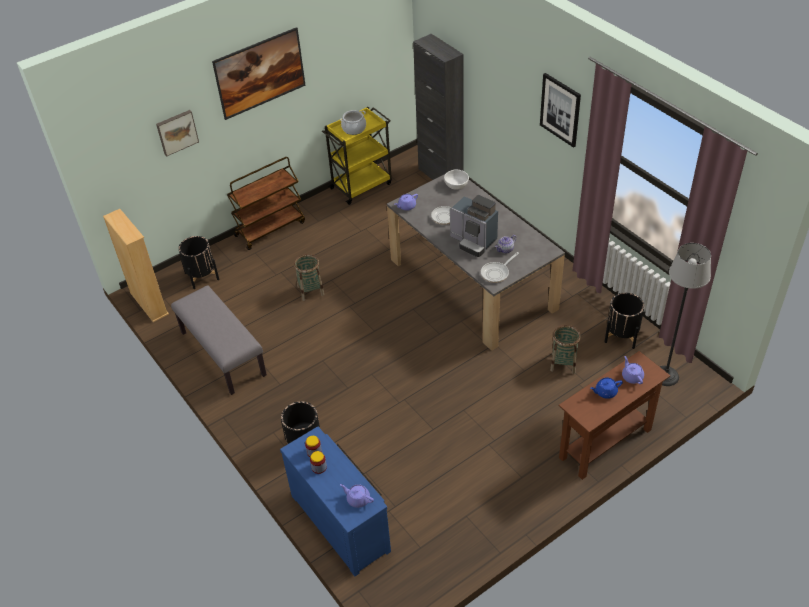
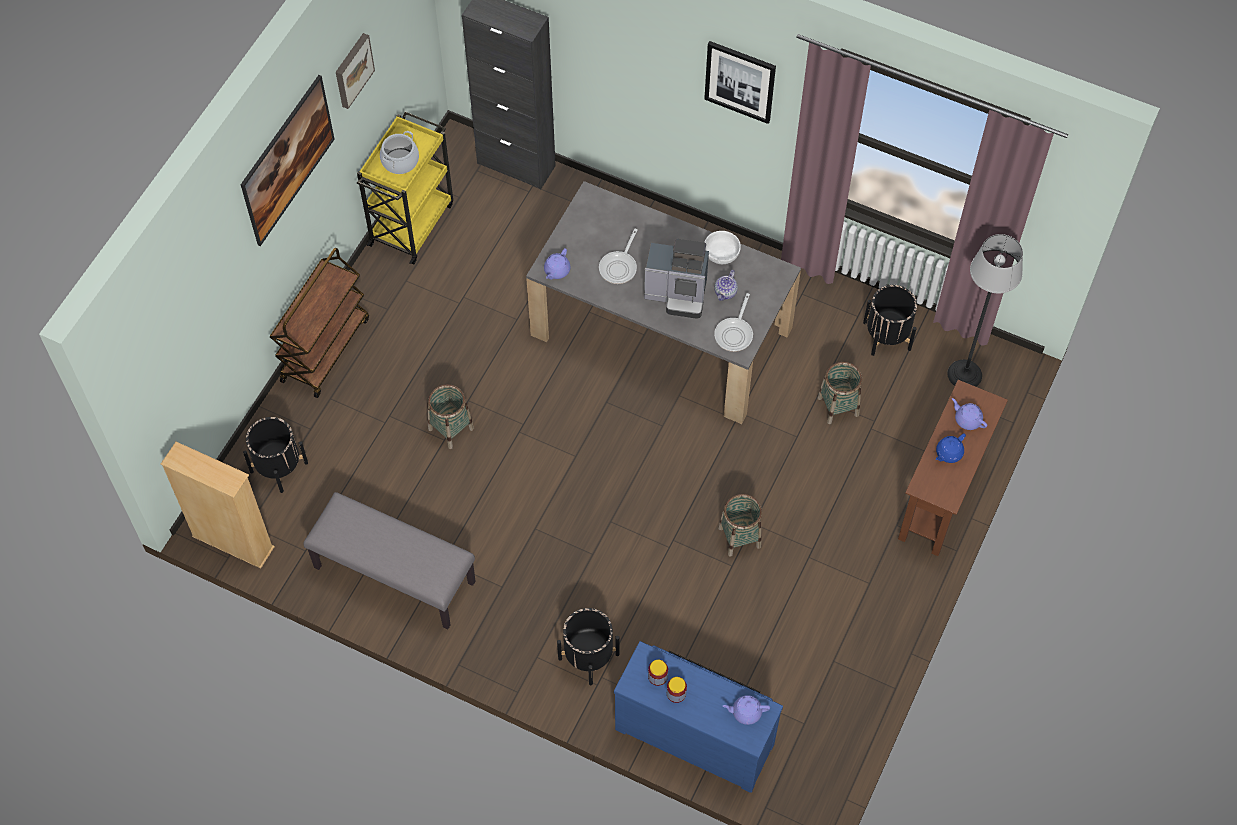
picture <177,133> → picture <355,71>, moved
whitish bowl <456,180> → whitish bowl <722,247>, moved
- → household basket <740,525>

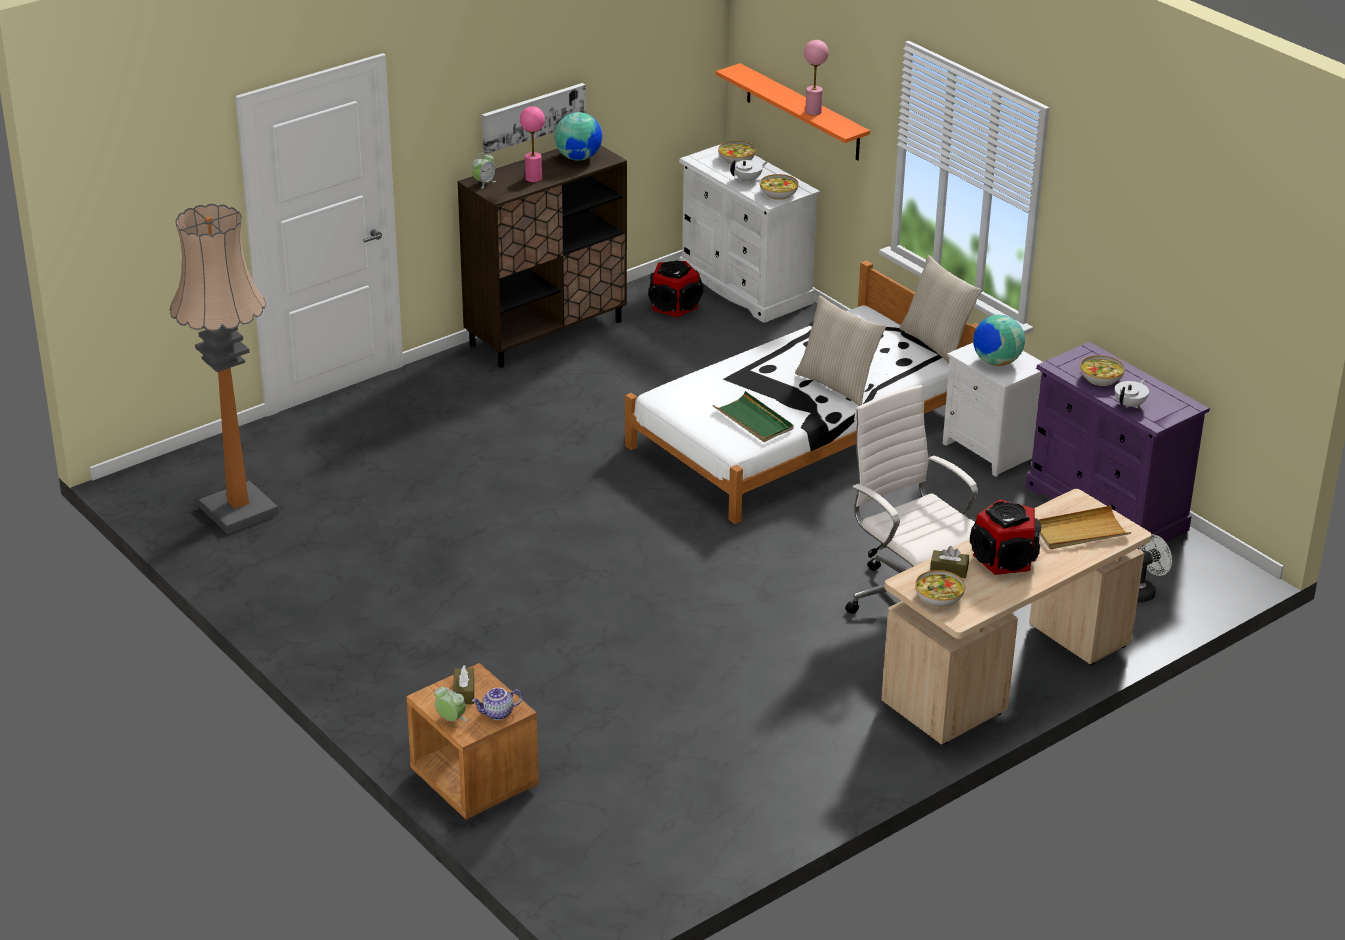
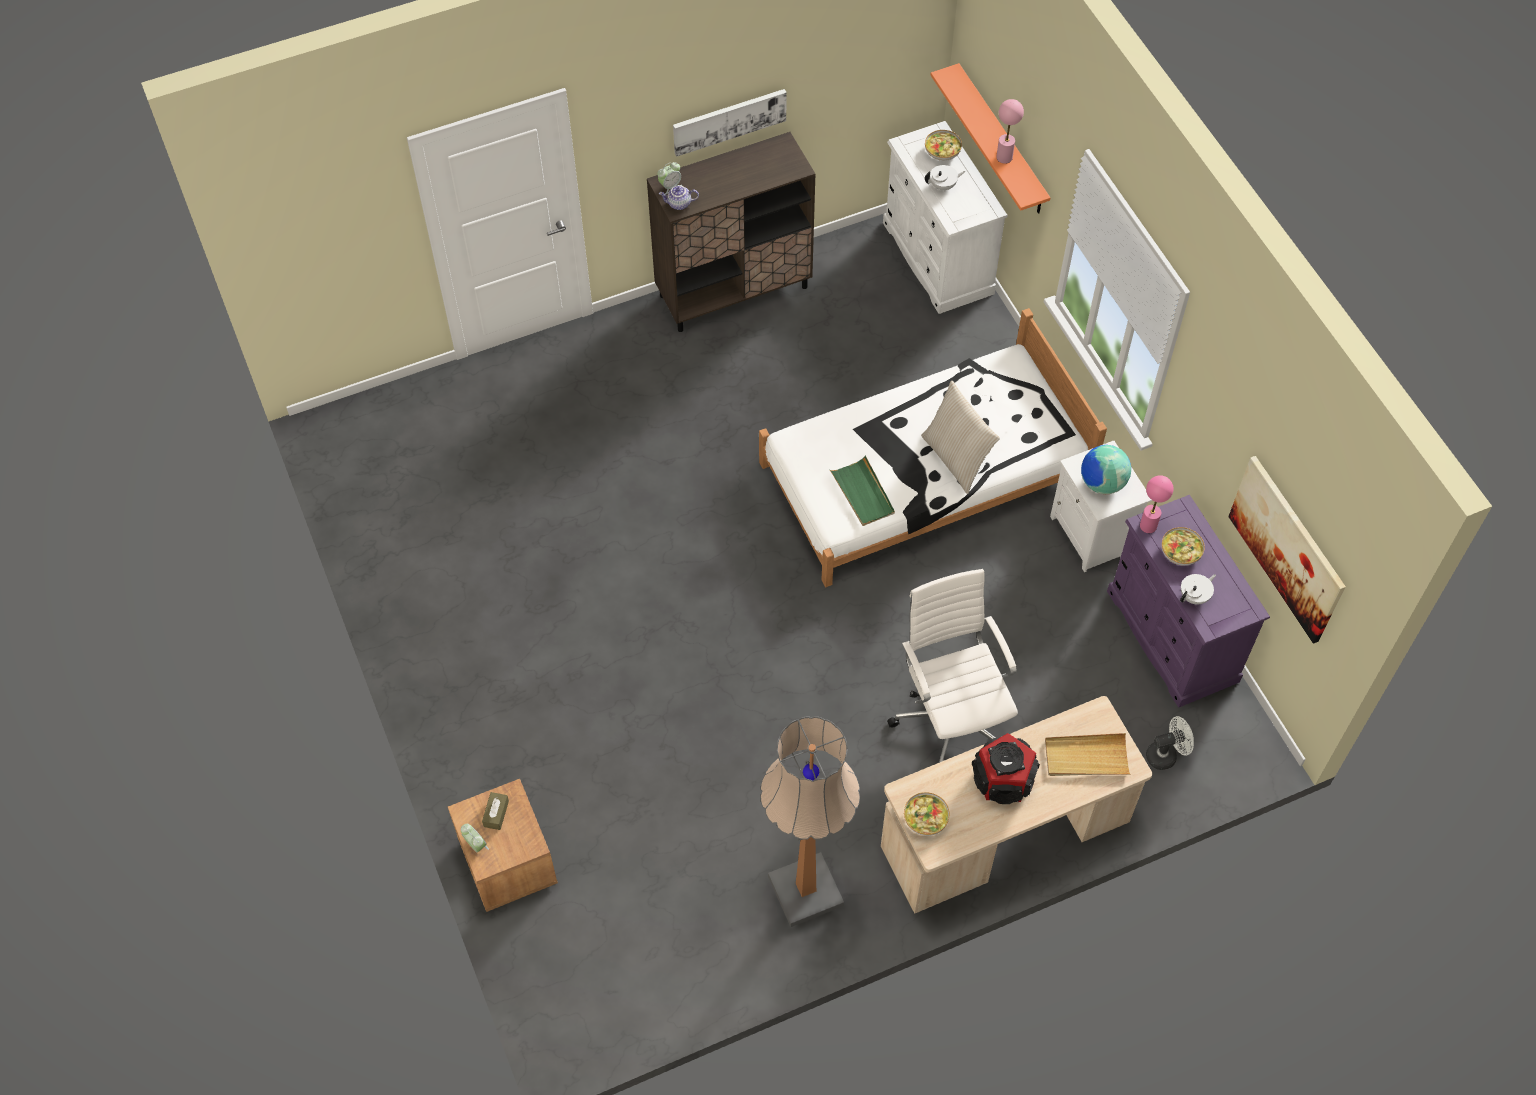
floor lamp <224,369> → floor lamp <810,821>, moved
pot for tea <497,704> → pot for tea <679,197>, moved
pink table lamp <532,144> → pink table lamp <1157,504>, moved
desk globe <578,136> → -
audio speaker <675,289> → -
bowl <779,187> → -
beige-coloured pillow <940,309> → -
brown-coloured tissue box <949,562> → -
- → picture <1287,549>

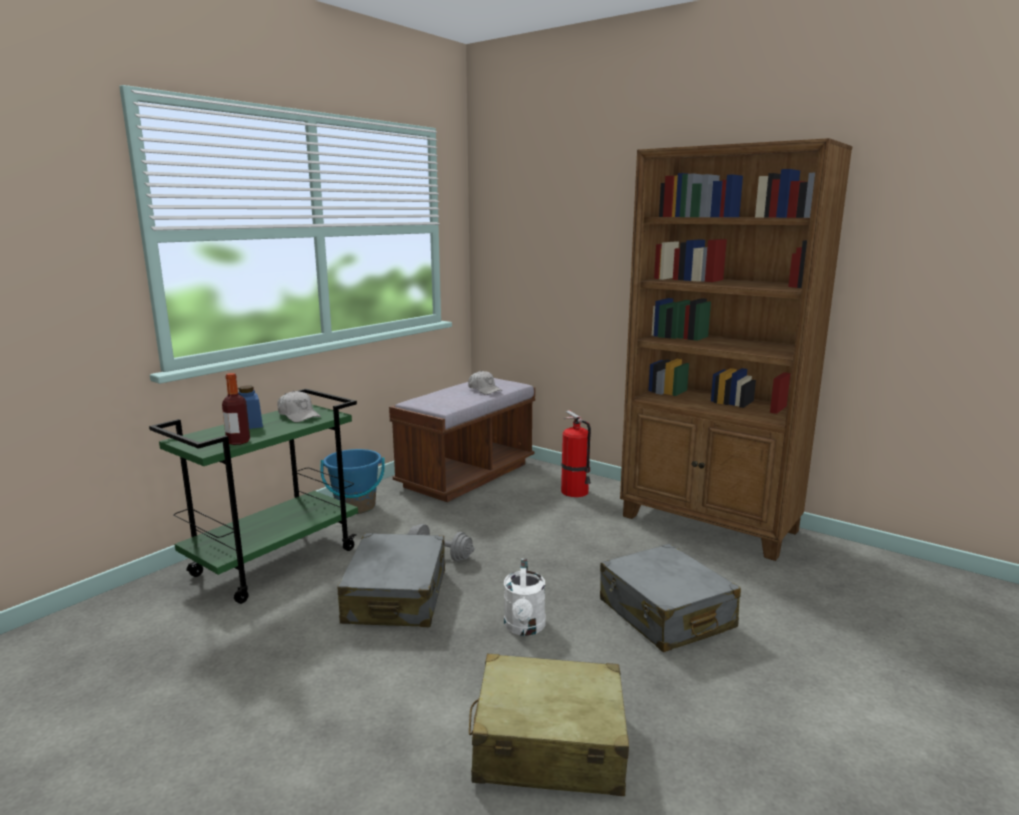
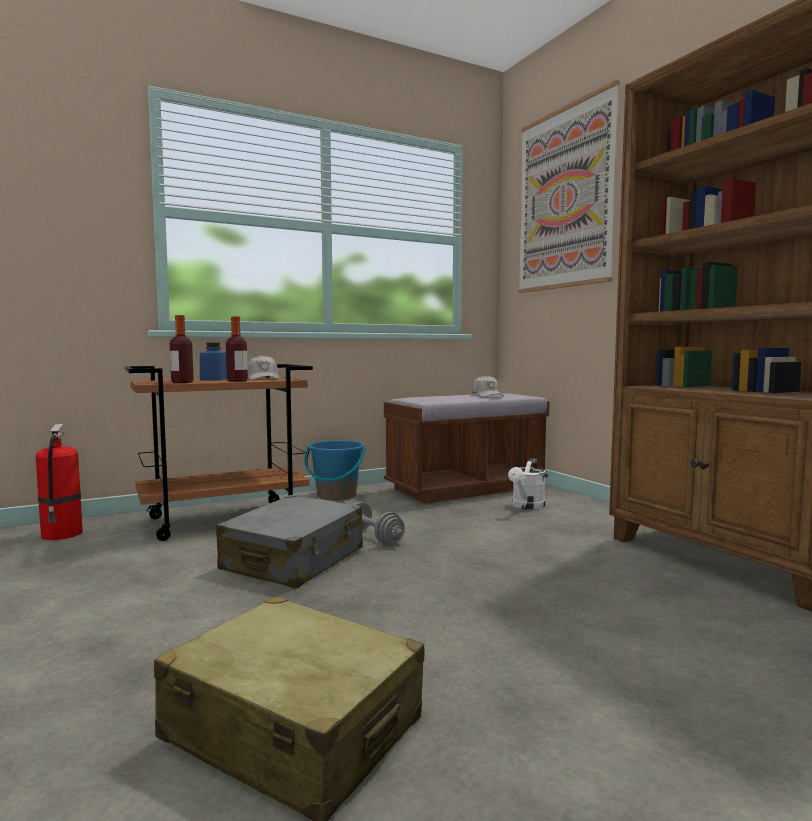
greenish wheeled cart <253,496> → brown-coloured wheeled cart <219,452>
whitish sprinkling can <525,597> → whitish sprinkling can <526,483>, moved
fire-fighting cylinder <576,453> → fire-fighting cylinder <59,482>, moved
greyish travel case <670,598> → -
- → drink bottle <237,349>
- → picture <569,186>

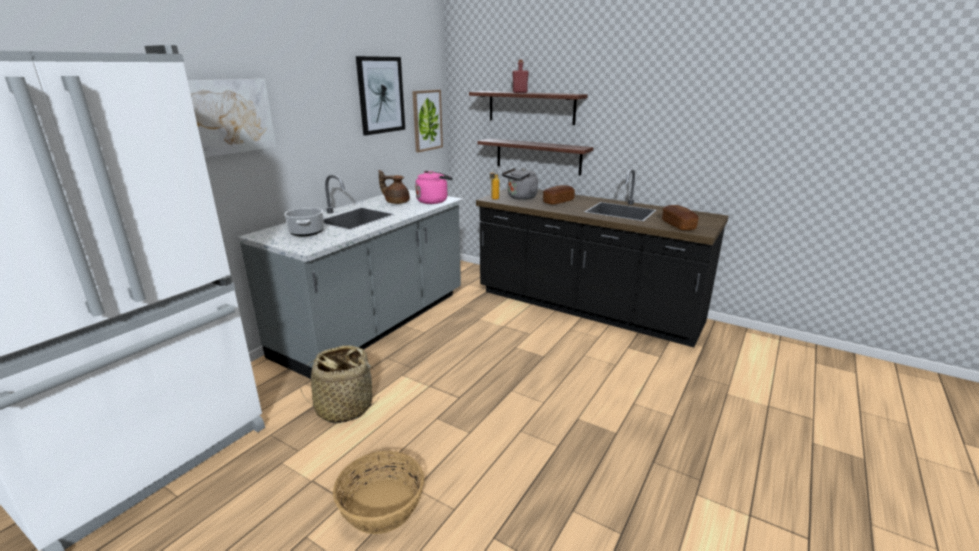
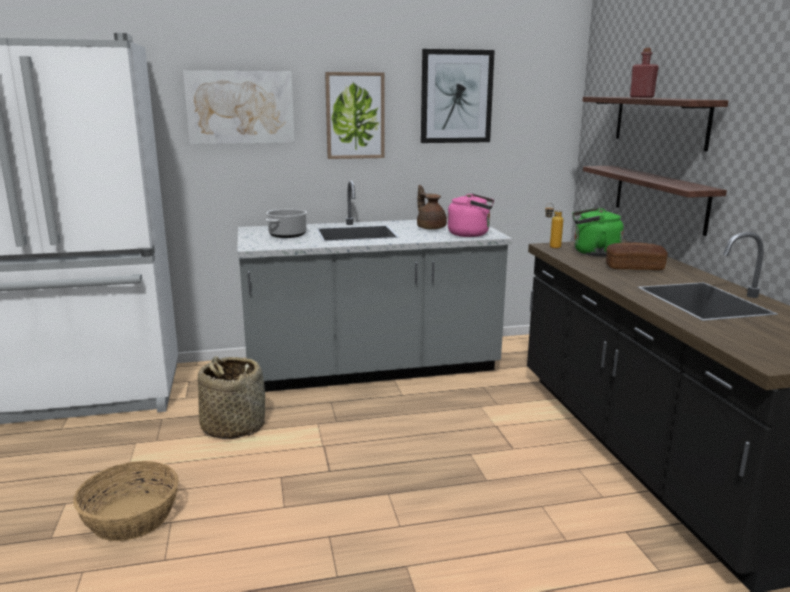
picture <427,121> → picture <354,115>, moved
greyish tea kettle <520,184> → greenish tea kettle <598,232>
bakery bread <680,217> → -

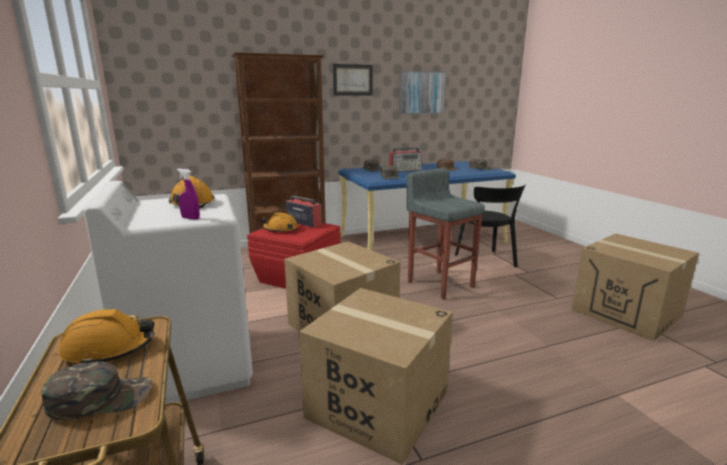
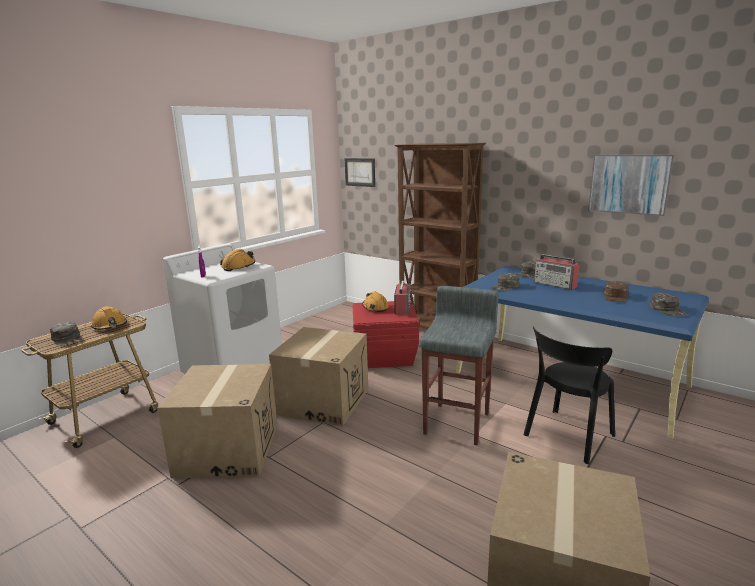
picture <353,79> → picture <359,172>, moved

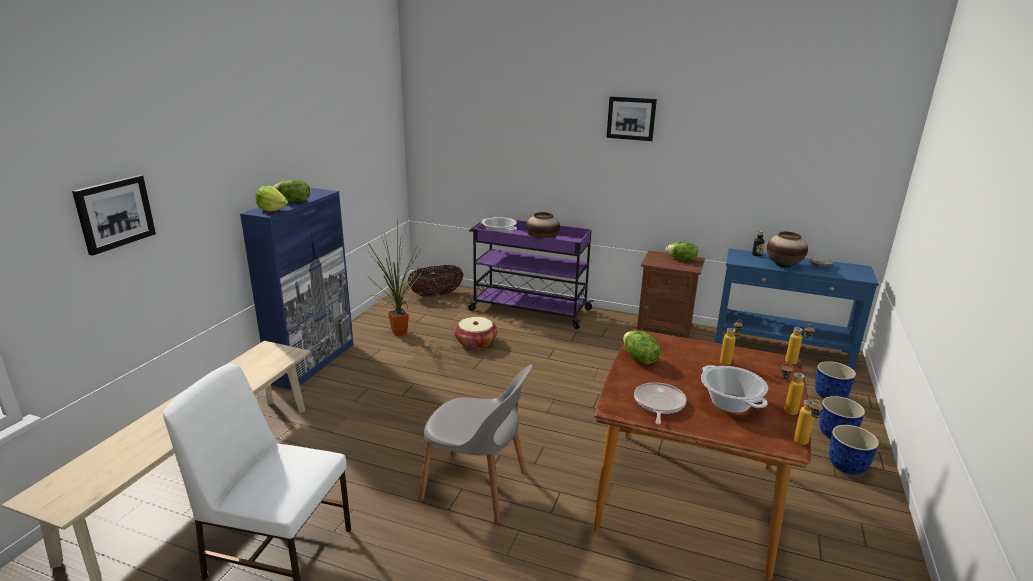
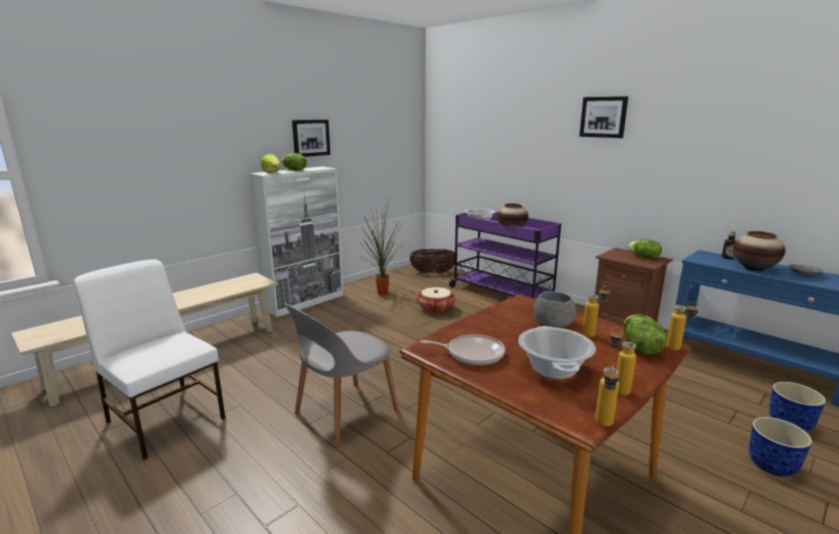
picture <114,215> → picture <311,138>, moved
bluish storage cabinet <297,289> → whitish storage cabinet <296,242>
greyish chair <476,444> → greyish chair <341,375>, 90 degrees clockwise
head of lettuce <642,347> → head of lettuce <645,334>, moved
skillet <660,403> → skillet <462,349>, 60 degrees clockwise
planter <854,450> → -
- → greyish bowl <555,309>

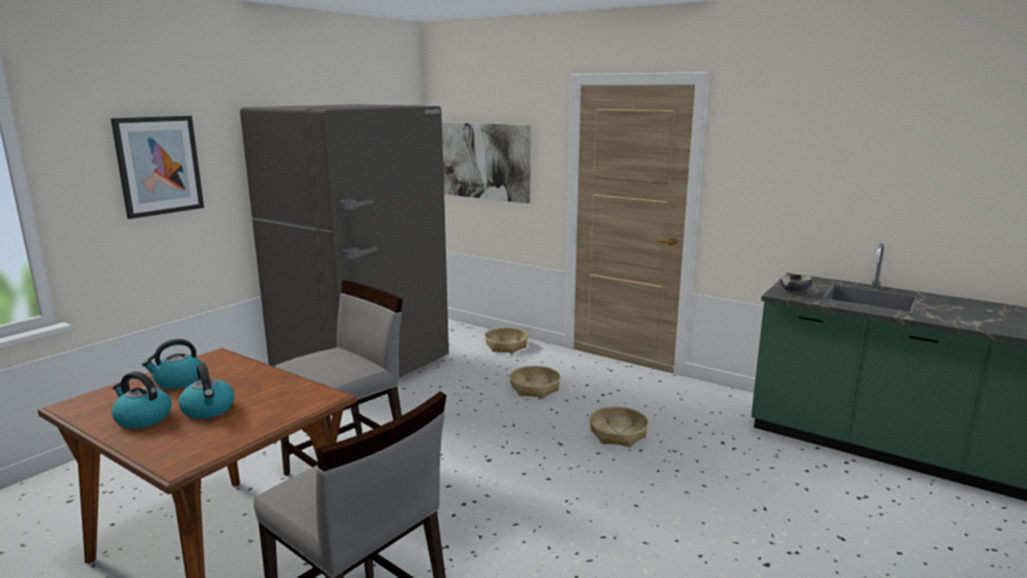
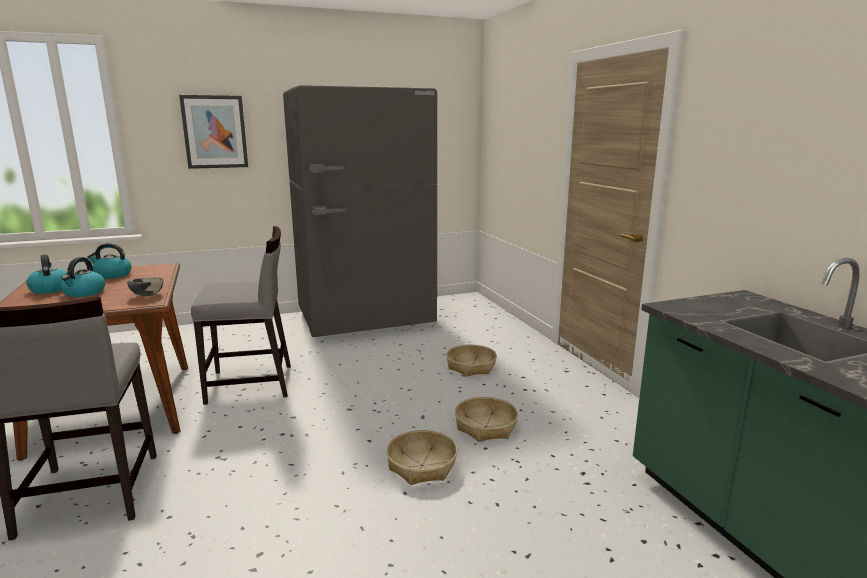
picture <486,163> → -
household basket <506,340> → household basket <422,457>, moved
bowl <795,284> → bowl <145,287>, moved

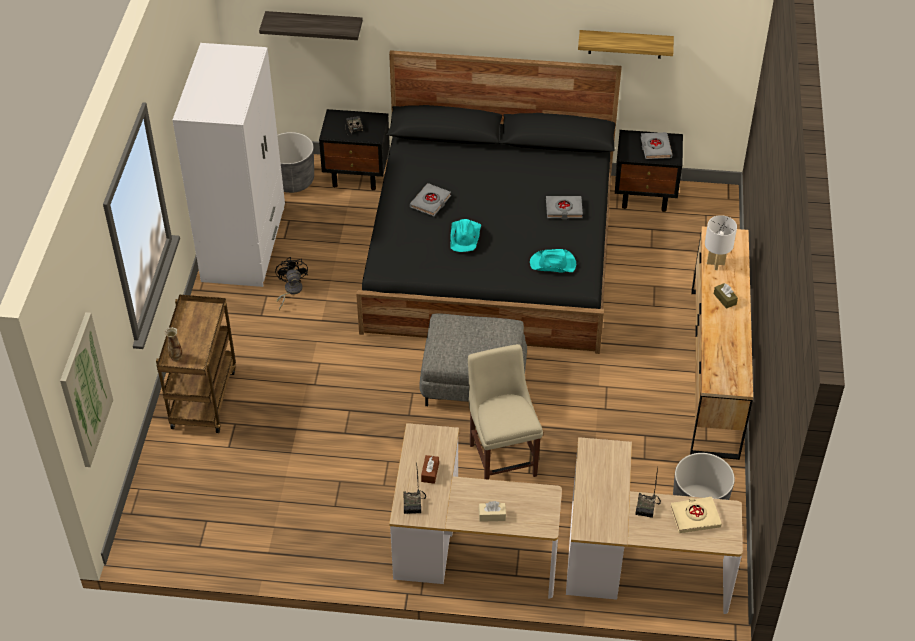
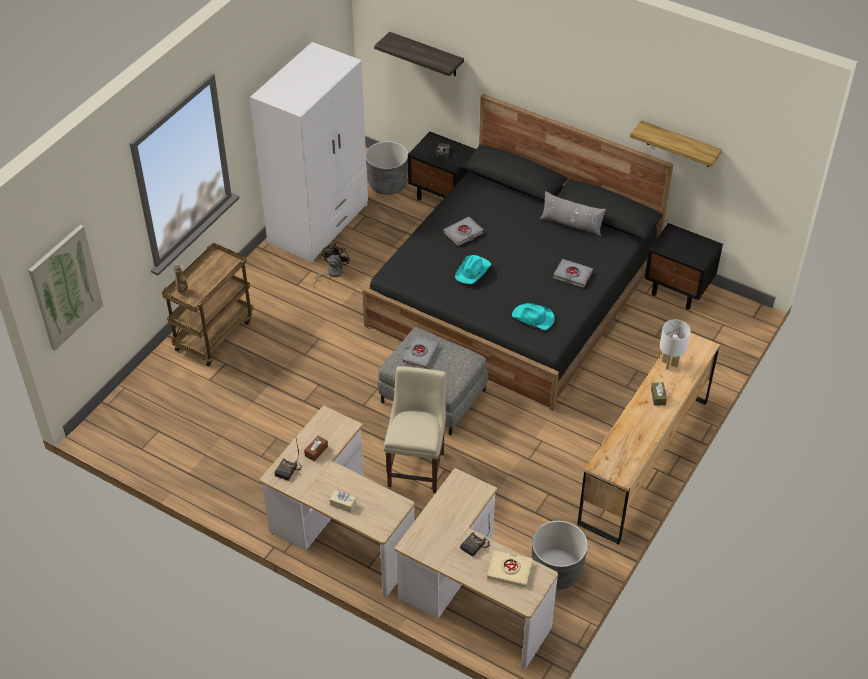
greyish volume <657,145> → greyish volume <420,352>, moved
- → greyish pillow <573,213>

